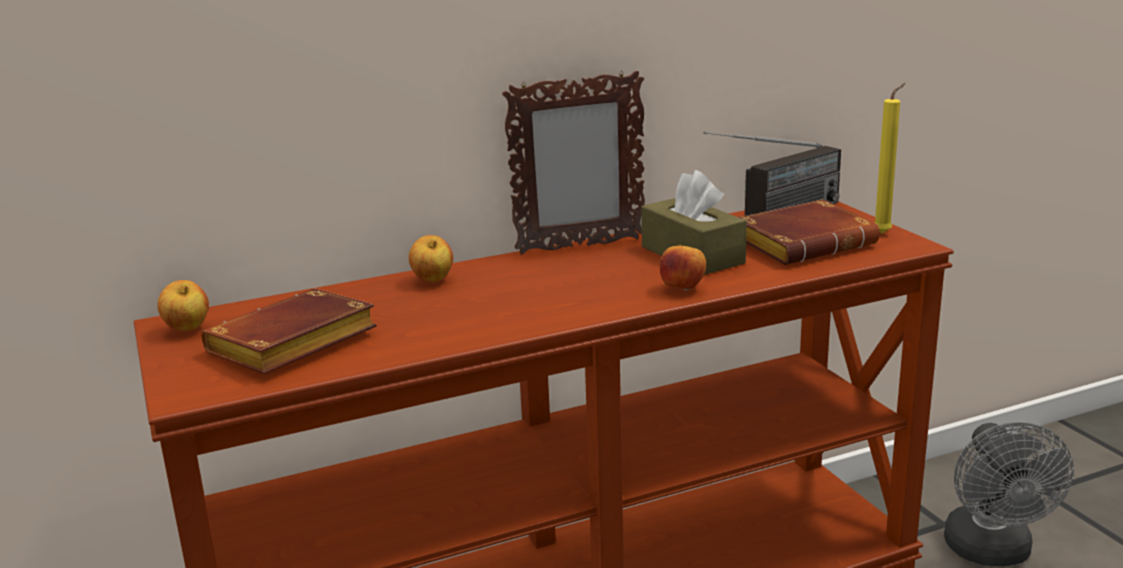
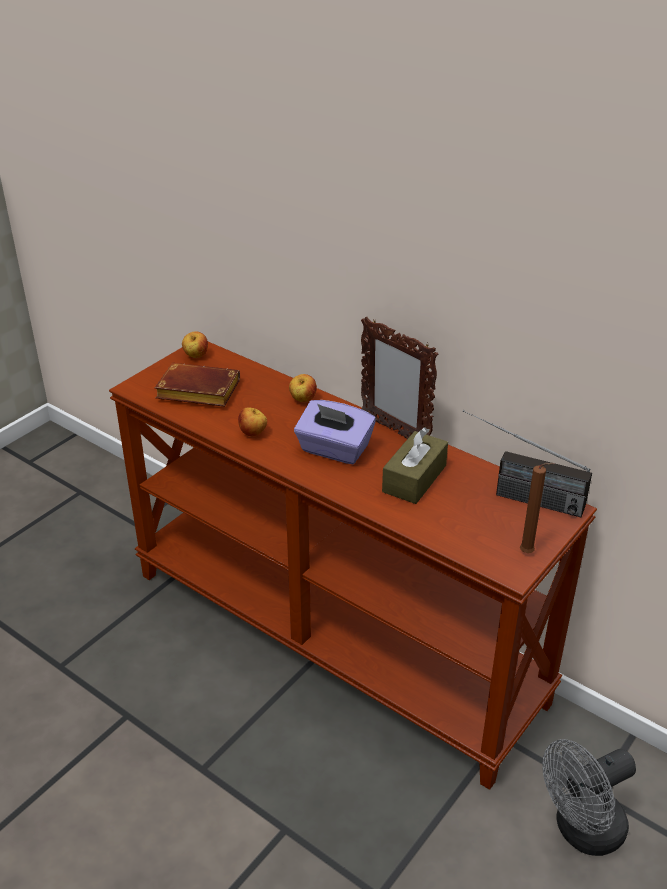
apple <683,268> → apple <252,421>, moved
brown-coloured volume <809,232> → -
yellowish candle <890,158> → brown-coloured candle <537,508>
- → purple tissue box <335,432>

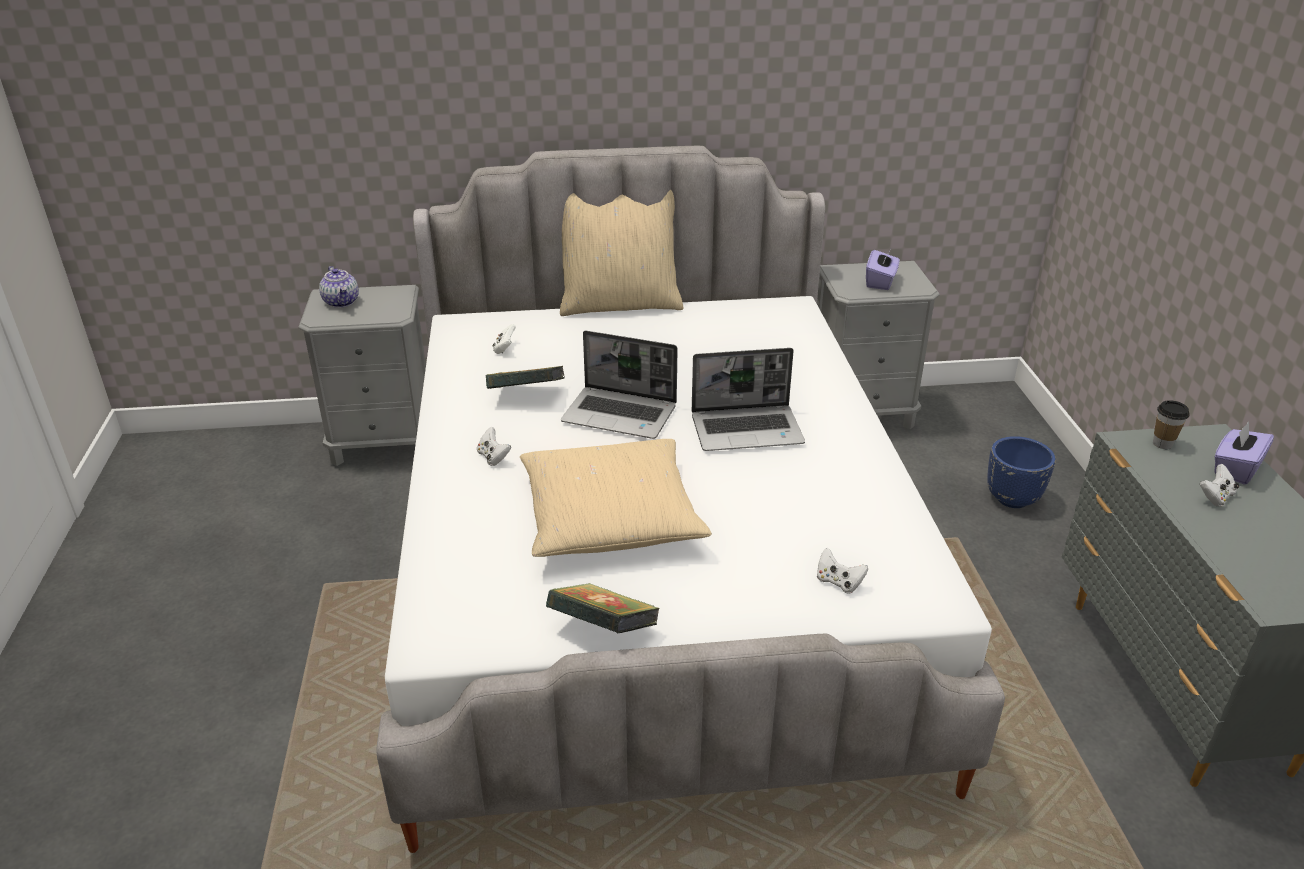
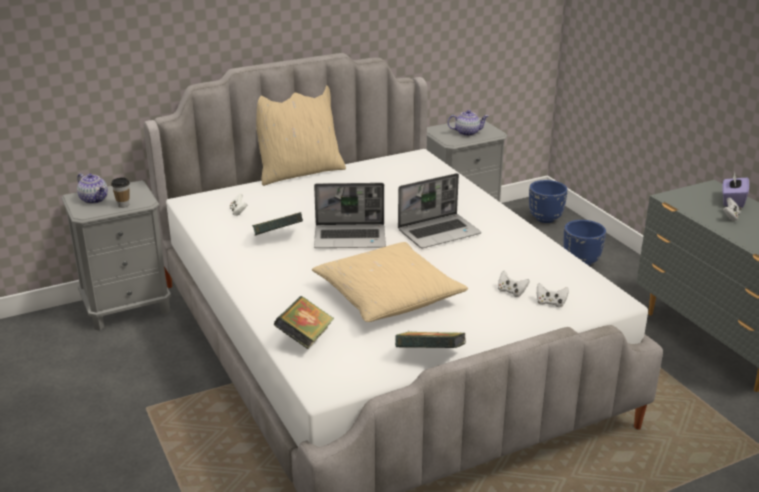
whitish game controller <494,446> → whitish game controller <513,284>, moved
purple tissue box <883,268> → pot for tea <468,123>
cup <1171,424> → cup <120,192>, moved
- → volume <303,322>
- → bluish planter <548,201>

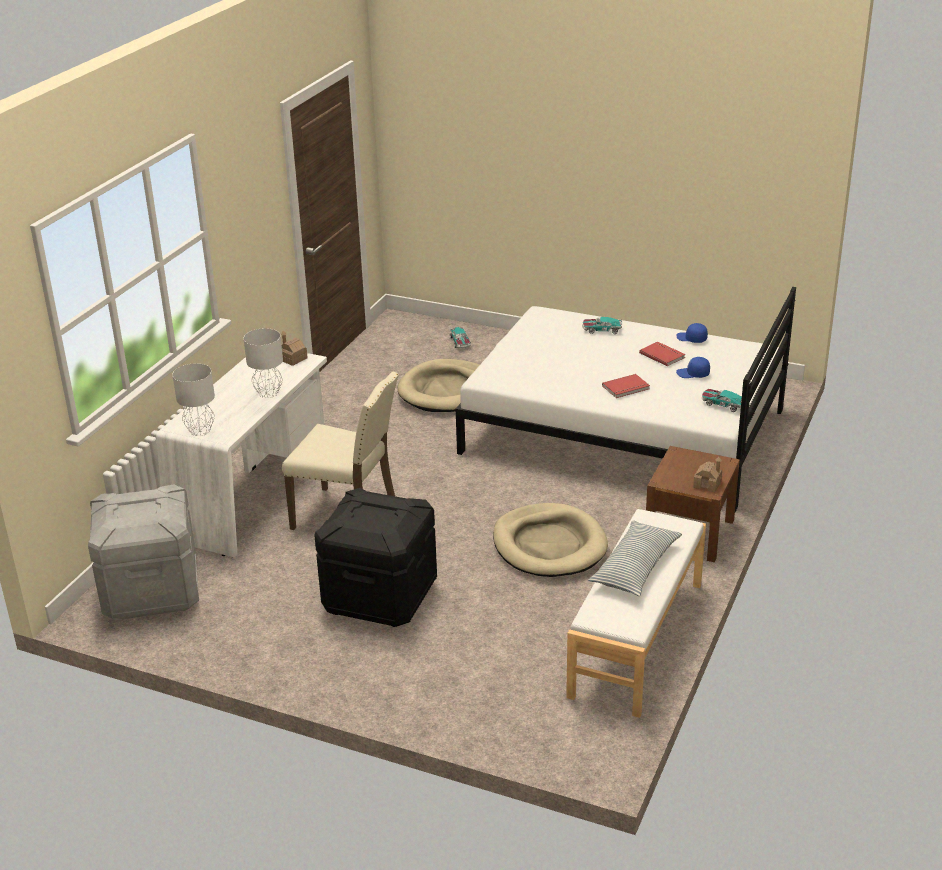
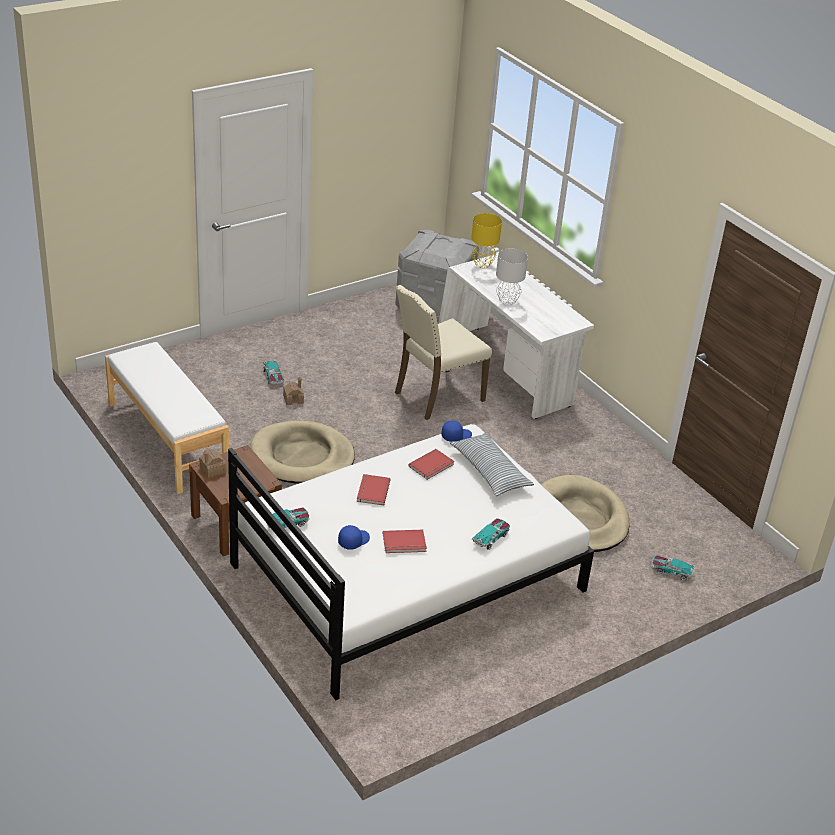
greyish table lamp <194,399> → yellowish table lamp <486,240>
model house <294,348> → model house <293,391>, moved
blackish storage container <375,557> → -
pillow <635,558> → pillow <492,464>, moved
bluish cap <692,333> → bluish cap <456,431>, moved
- → toy car <273,372>
- → reddish volume <431,464>

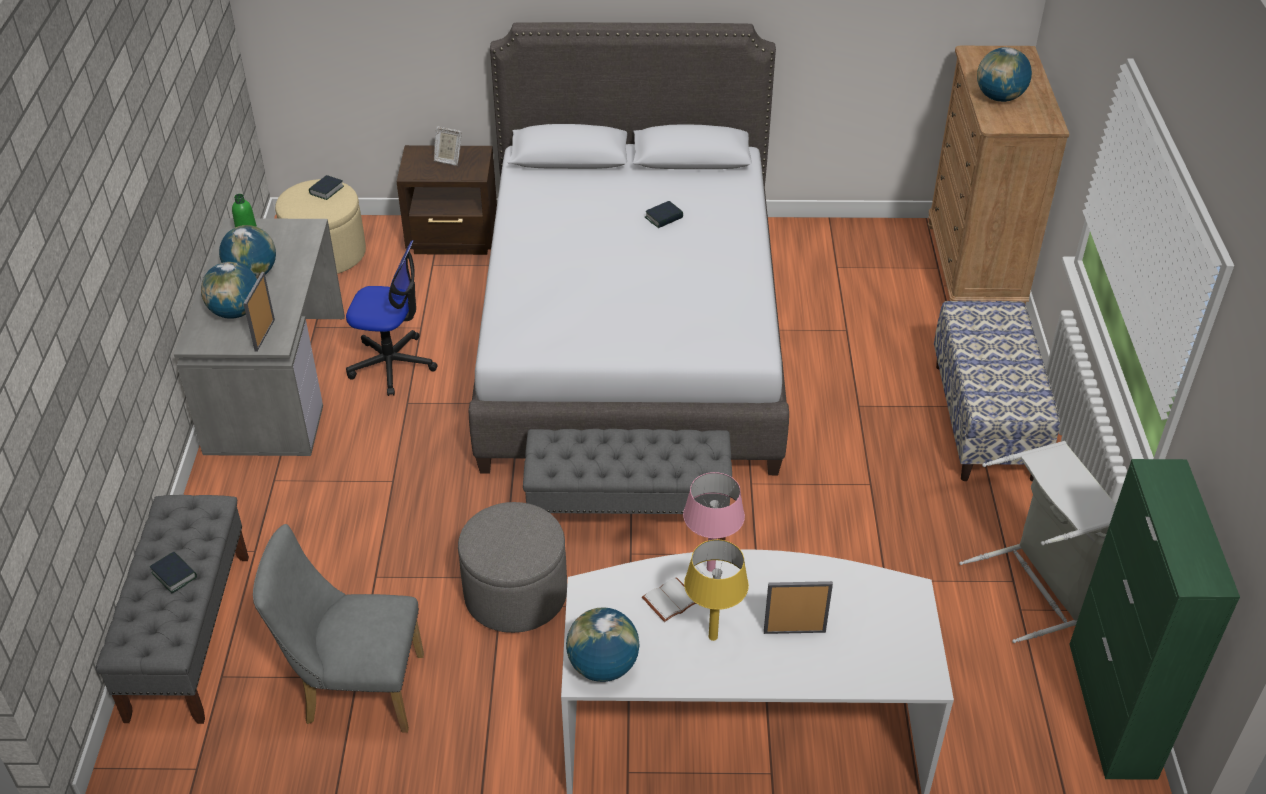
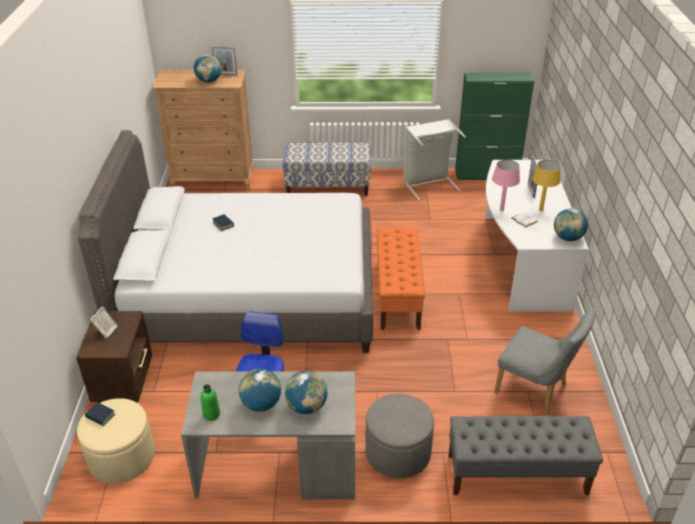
volume <173,572> → -
photo frame <259,312> → photo frame <224,61>, moved
greyish chair <338,628> → greyish chair <544,361>, 60 degrees counterclockwise
greyish pouffe <512,567> → greyish pouffe <399,436>, moved
greyish long seat <627,485> → orange long seat <401,278>

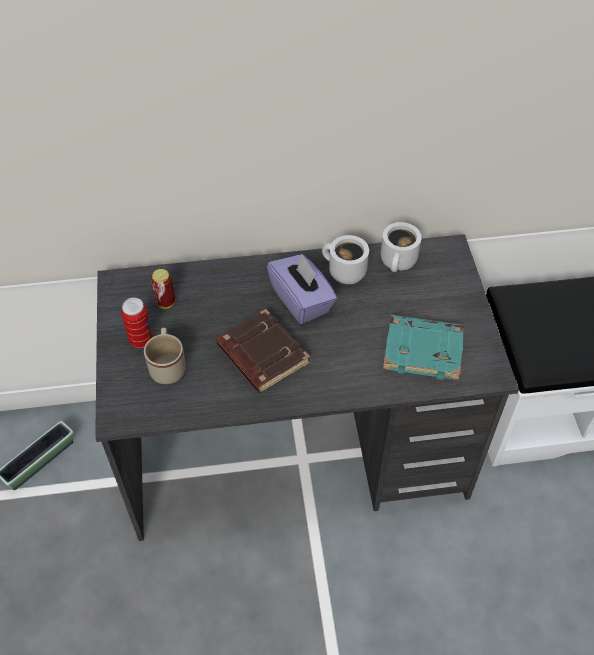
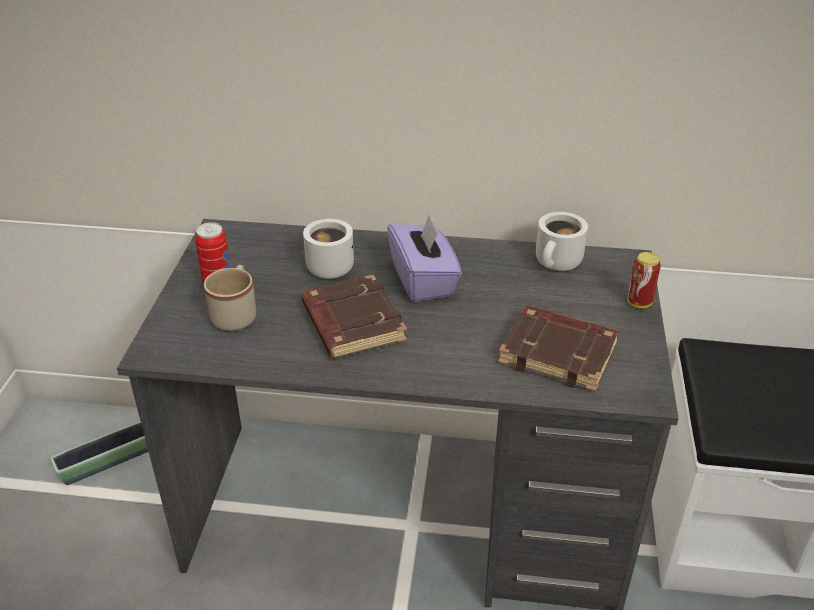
sealed can <163,289> → sealed can <644,280>, moved
whitish mug <345,259> → whitish mug <328,249>, moved
blue-green volume <423,348> → brown-coloured volume <558,349>

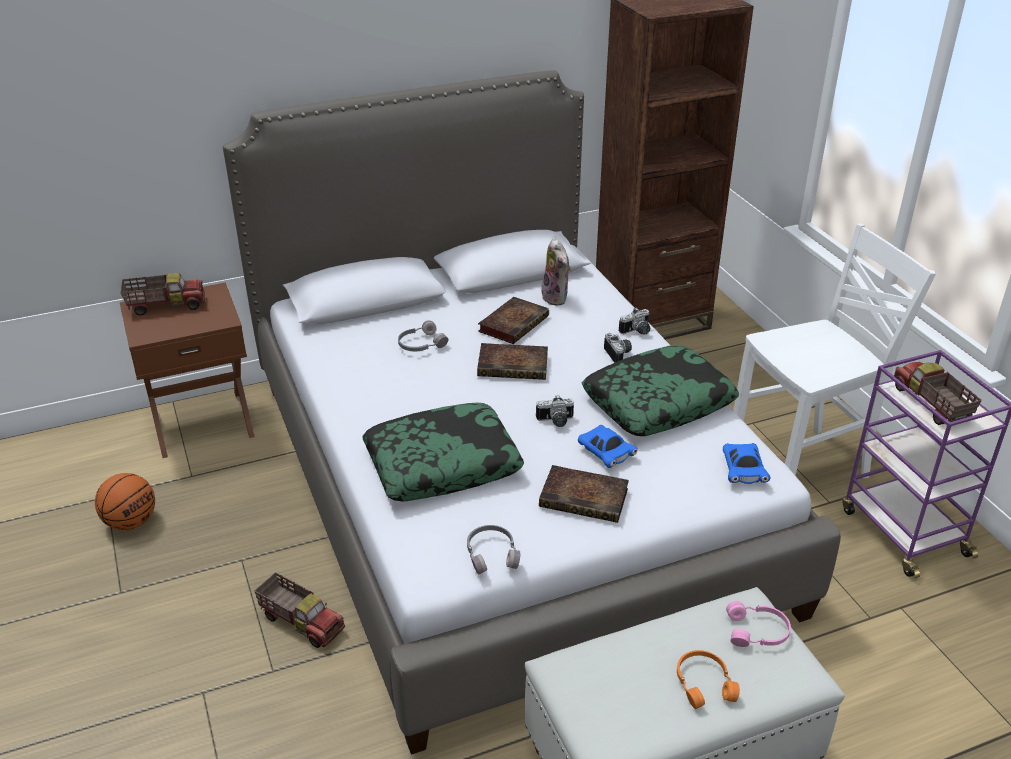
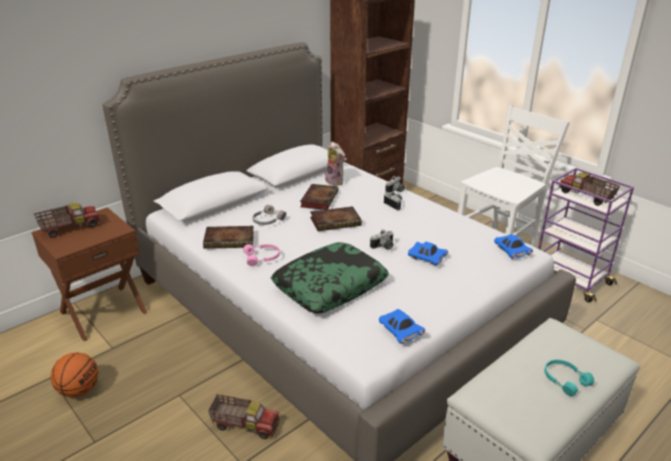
greyish pair of headphones <493,550> → bluish toy car <402,326>
volume <584,494> → volume <228,237>, moved
pillow <660,390> → -
orange pair of headphones <708,679> → blue-green pair of headphones <569,378>
pink pair of headphones <758,624> → pink pair of headphones <261,255>, moved

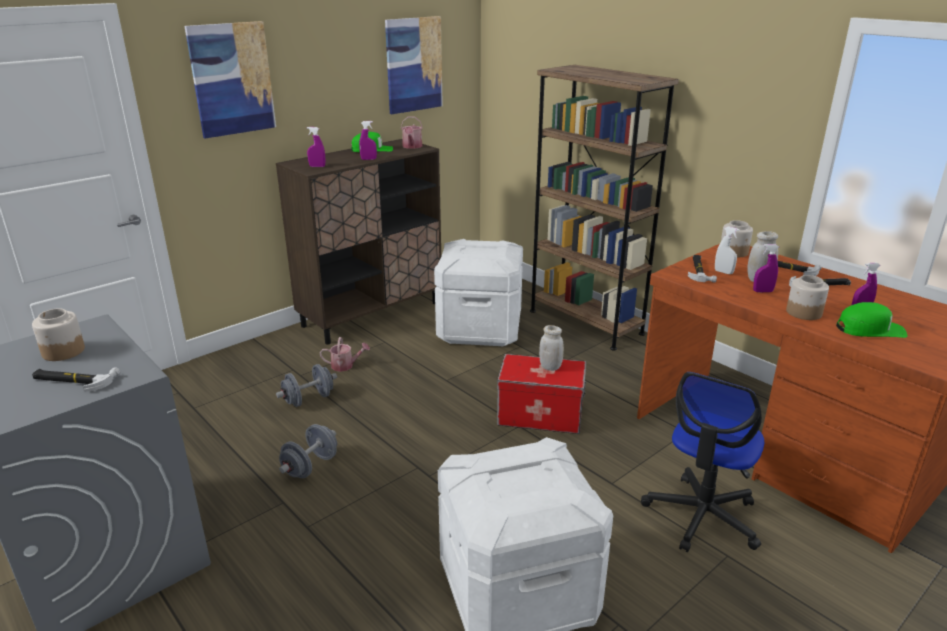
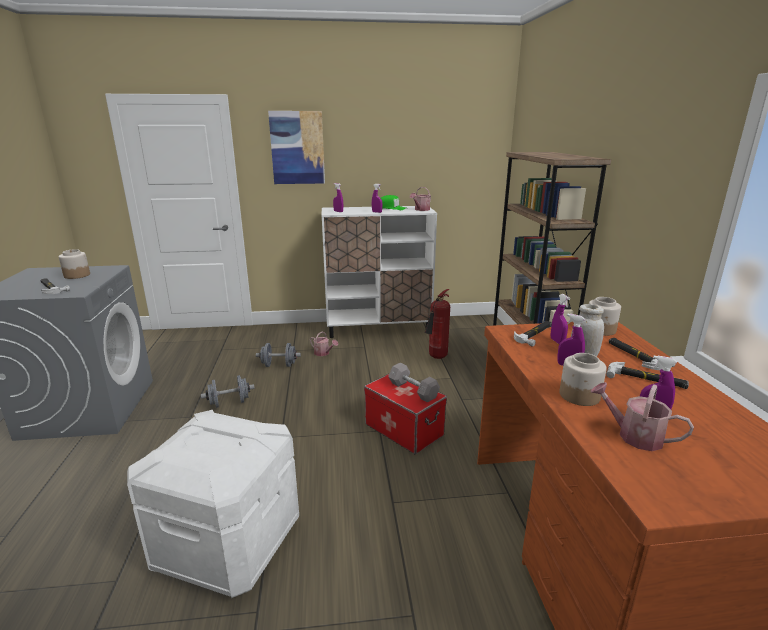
brown-coloured storage cabinet <358,241> → whitish storage cabinet <379,272>
picture <414,65> → -
whitish storage container <478,293> → fire-fighting cylinder <437,324>
whitish storage jar <551,348> → greyish dumbbell <414,383>
computer chair <702,462> → -
whitish sprayer <727,250> → purple sprayer <560,319>
greenish cap <872,320> → sprinkling can <642,416>

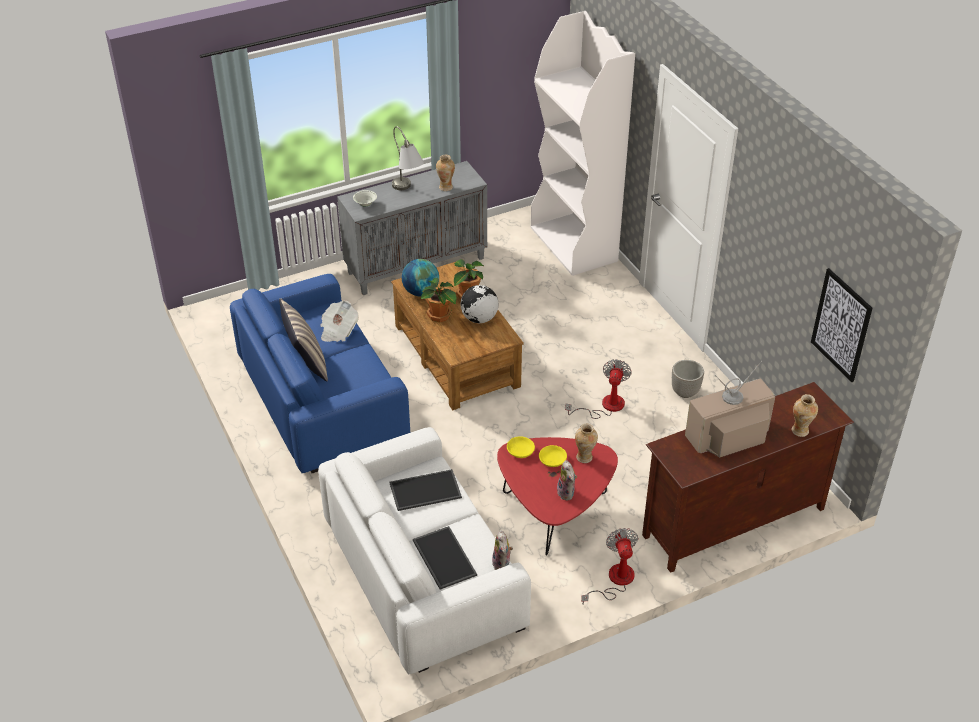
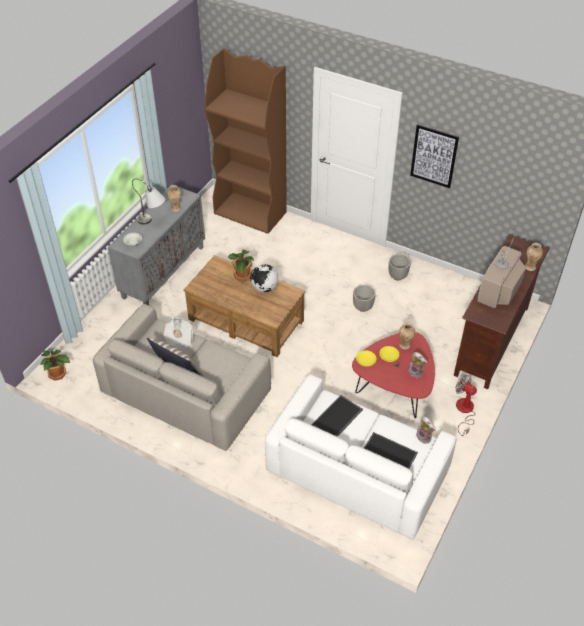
bluish sofa <320,373> → beige-coloured sofa <182,377>
desk globe <420,277> → -
potted plant <439,300> → potted plant <55,365>, moved
whitish bookcase <583,143> → brown-coloured bookcase <246,141>
cooling fan <598,389> → planter <364,298>
picture <841,325> → picture <434,156>, moved

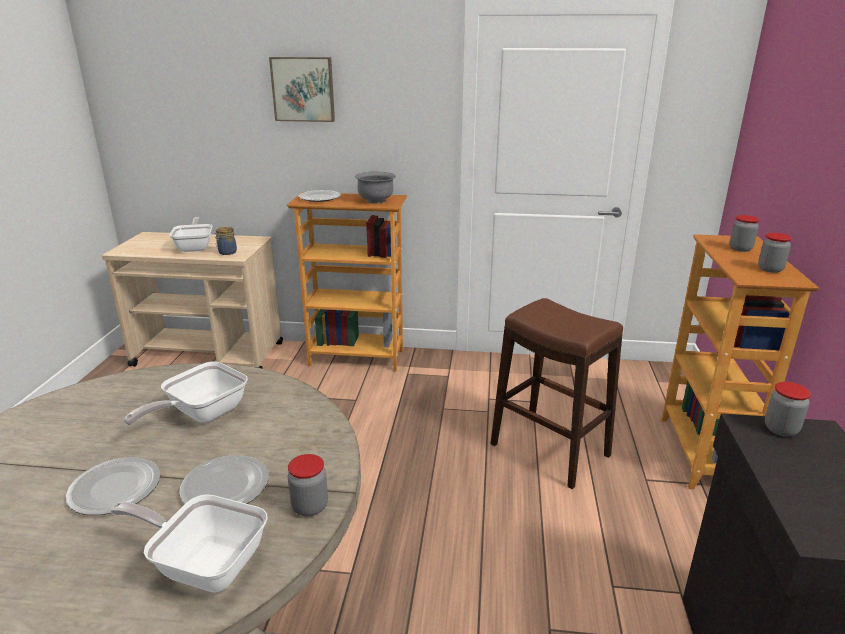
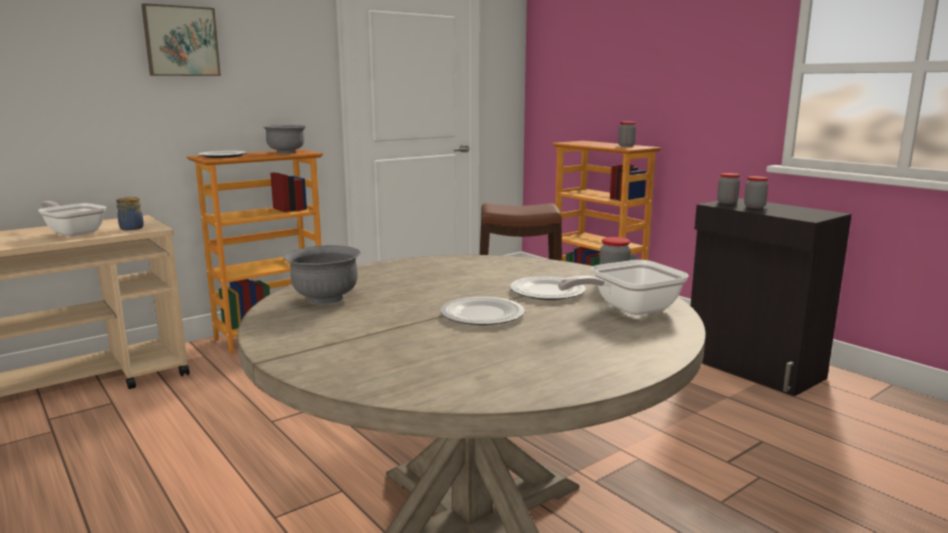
skillet <186,393> → -
storage jar <744,233> → storage jar <756,192>, moved
- → greyish bowl <322,274>

